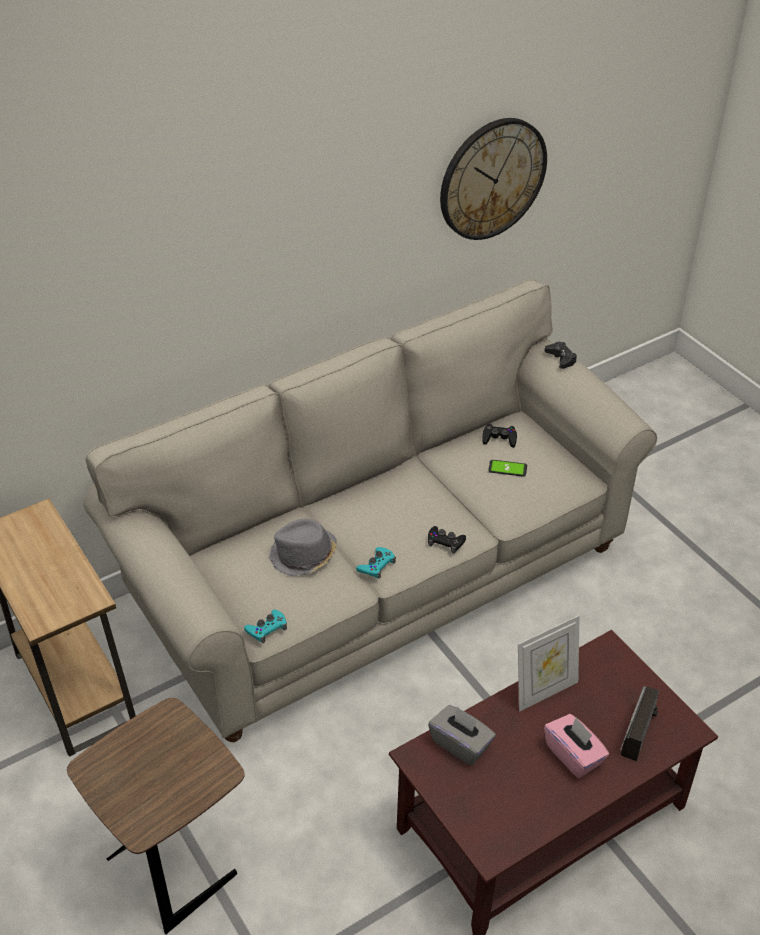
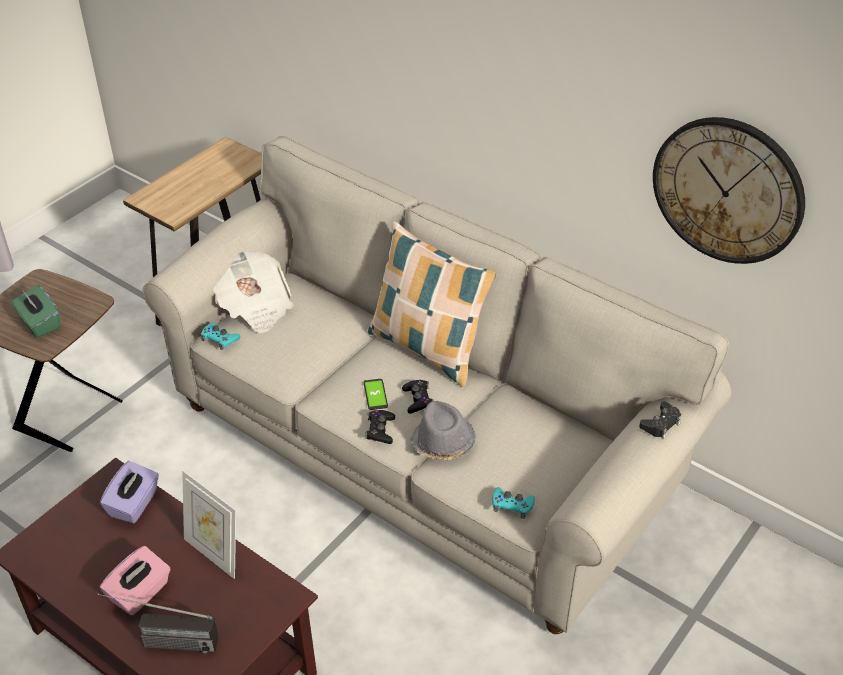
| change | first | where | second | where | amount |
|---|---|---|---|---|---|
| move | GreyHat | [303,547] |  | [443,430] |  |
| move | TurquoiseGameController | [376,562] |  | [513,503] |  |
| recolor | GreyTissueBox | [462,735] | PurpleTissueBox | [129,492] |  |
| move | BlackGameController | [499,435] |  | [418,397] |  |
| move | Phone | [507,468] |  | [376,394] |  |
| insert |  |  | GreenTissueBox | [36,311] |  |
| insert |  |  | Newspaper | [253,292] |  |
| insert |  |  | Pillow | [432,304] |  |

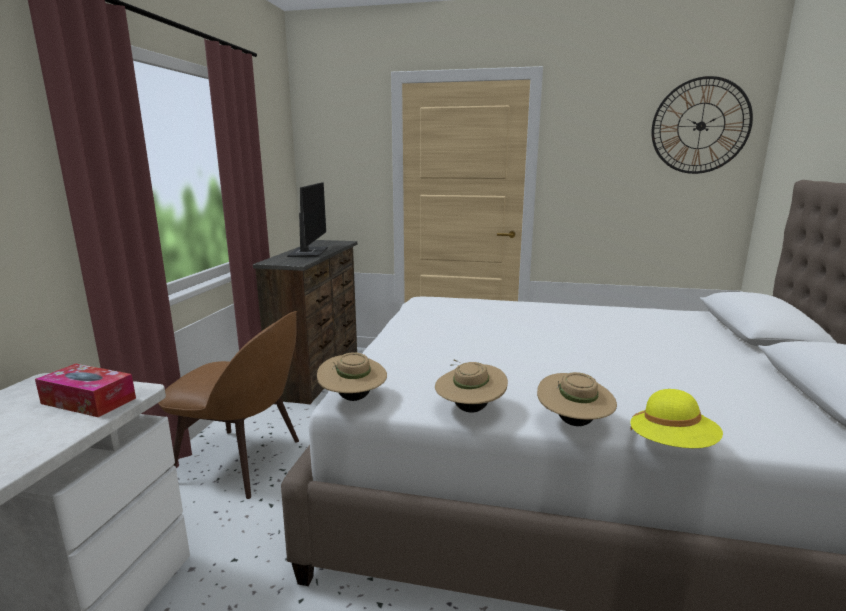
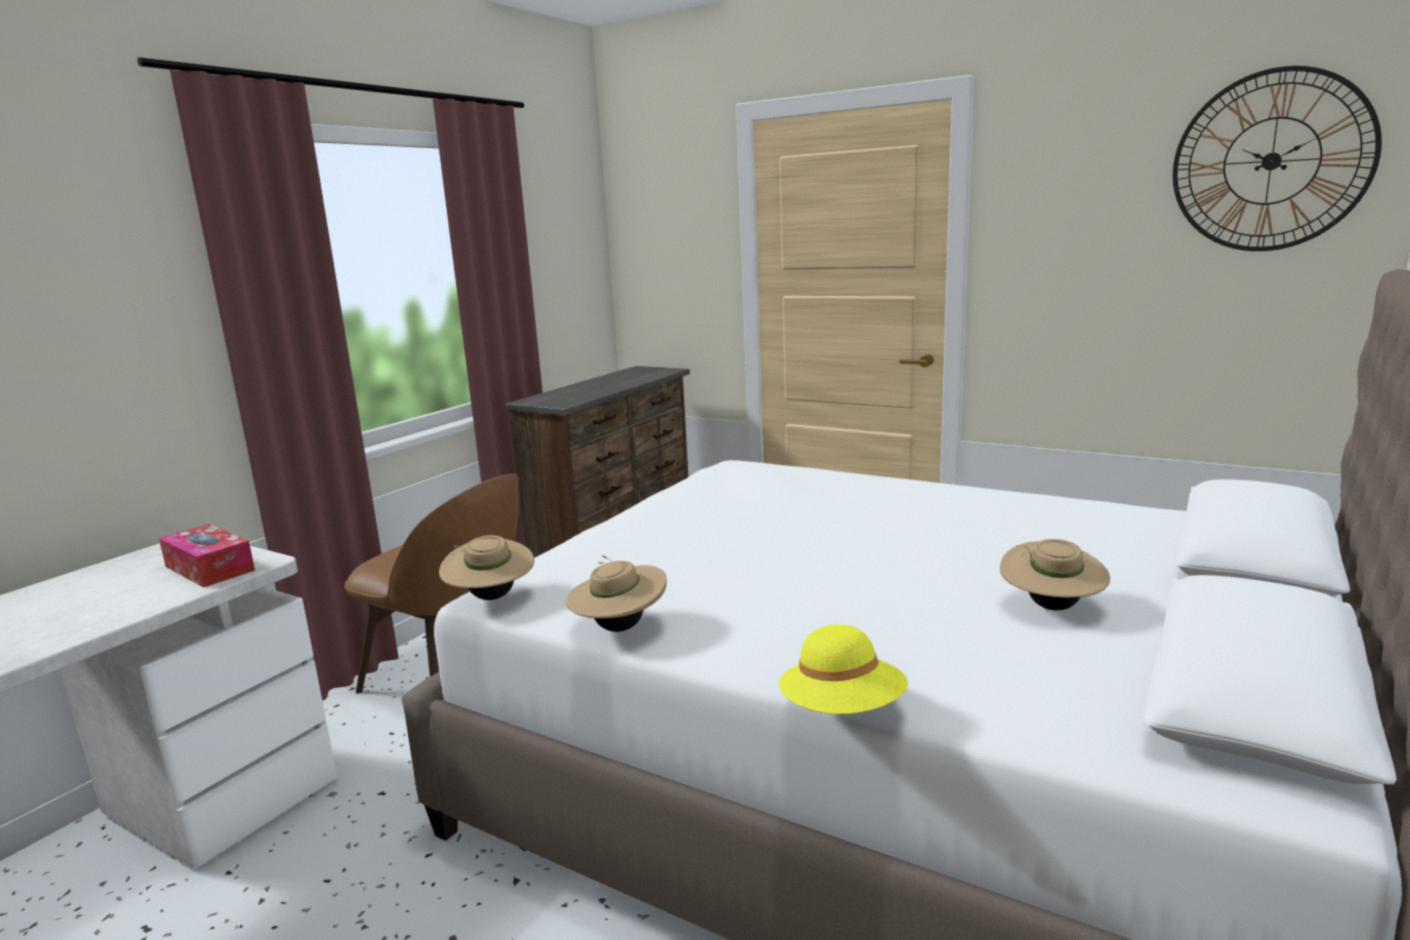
| change | first | where | second | where | amount |
|---|---|---|---|---|---|
| delete | Monitor | [307,219] |  |  |  |
| move | BeigeHat | [577,399] |  | [1055,574] |  |

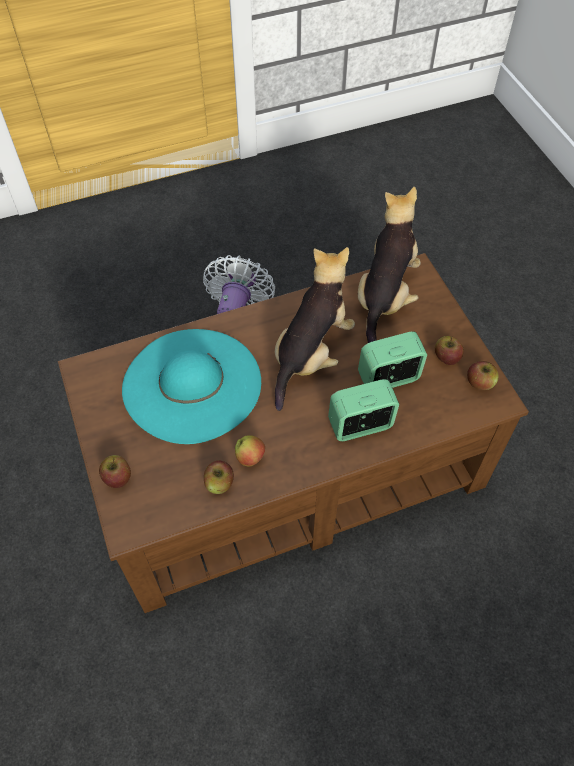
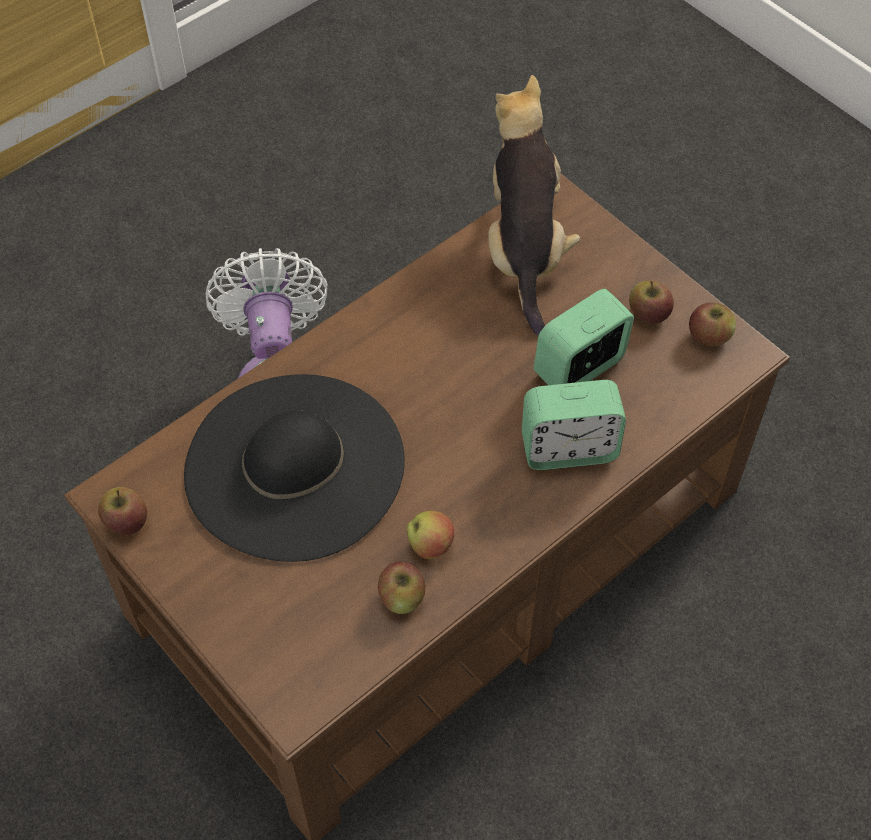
| change | first | where | second | where | amount |
|---|---|---|---|---|---|
| move | Apple | [115,471] |  | [122,511] |  |
| recolor | TurquoiseHat | [191,386] | BlackHat | [294,468] |  |
| delete | PlushToy | [315,329] |  |  |  |
| rotate | AlarmClock | [363,410] |  | [574,425] | 150 degrees counterclockwise |

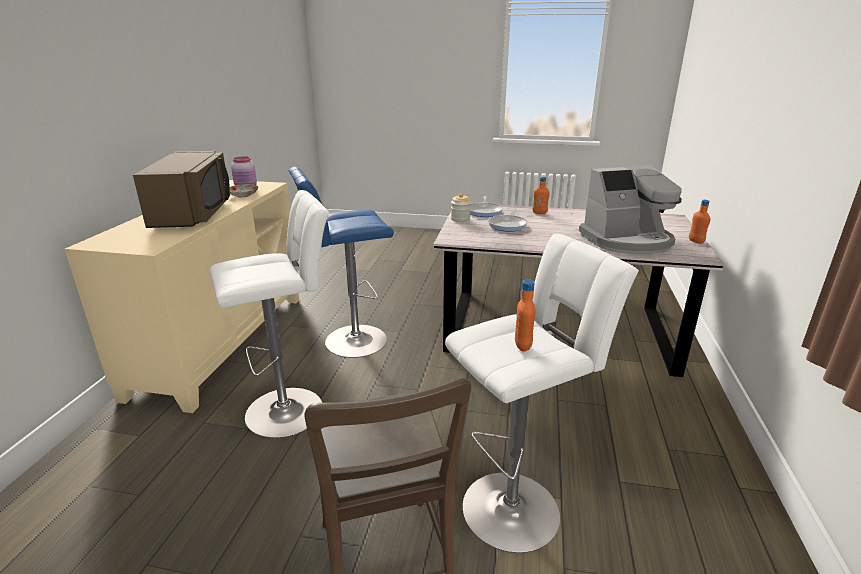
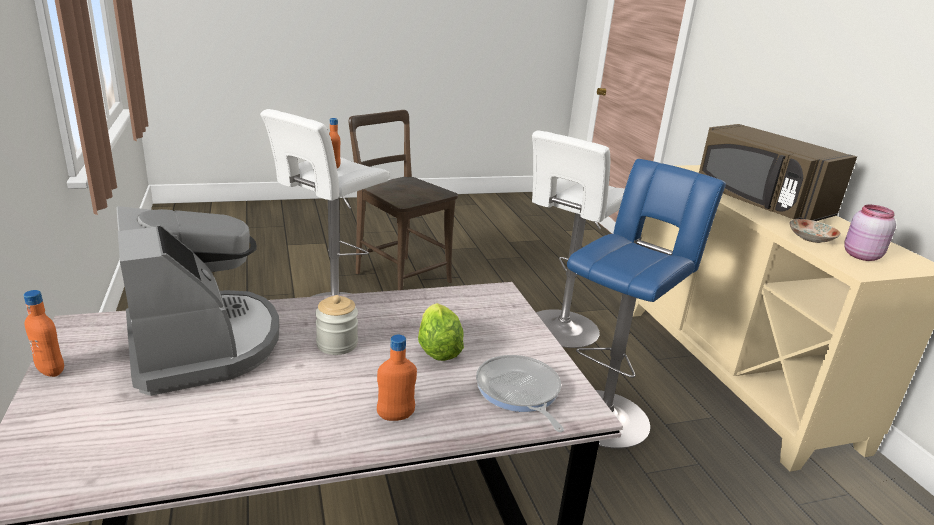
| change | first | where | second | where | amount |
|---|---|---|---|---|---|
| move | Jar | [461,207] |  | [336,325] |  |
| replace | FryingPan | [508,220] | Lettuce | [441,332] |  |
| rotate | CoffeeMachine | [630,209] |  | [197,301] | 105 degrees clockwise |

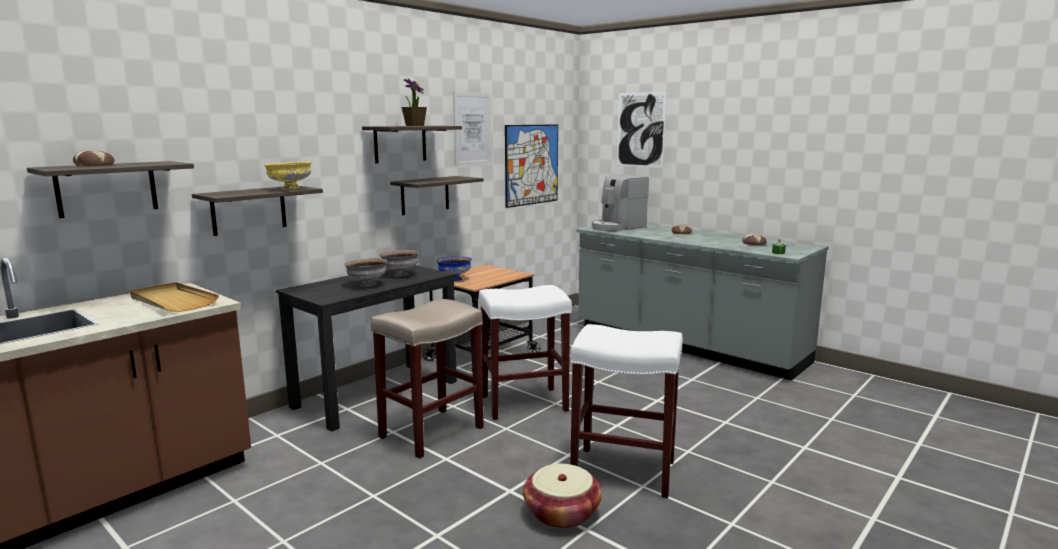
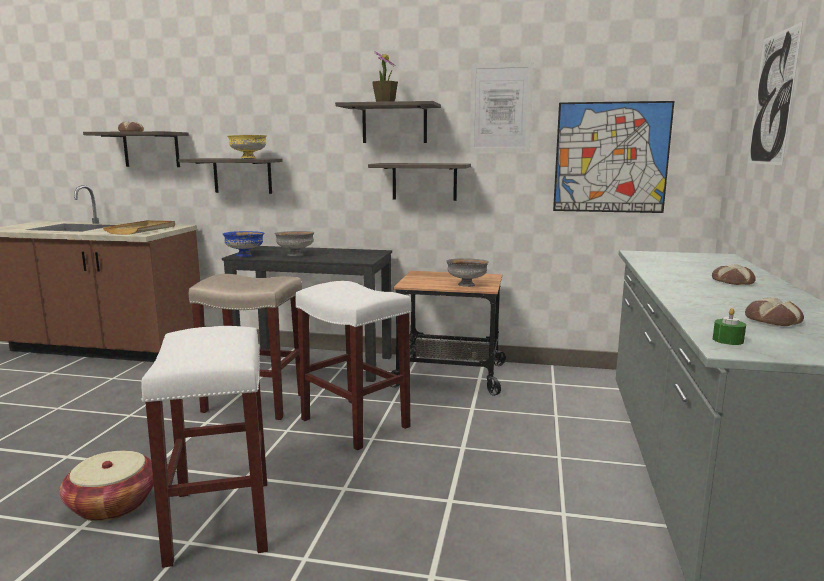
| change | first | where | second | where | amount |
|---|---|---|---|---|---|
| move | GreyBowl | [399,263] |  | [467,272] |  |
| move | BlueBowl | [454,269] |  | [243,244] |  |
| delete | CoffeeMachine | [620,203] |  |  |  |

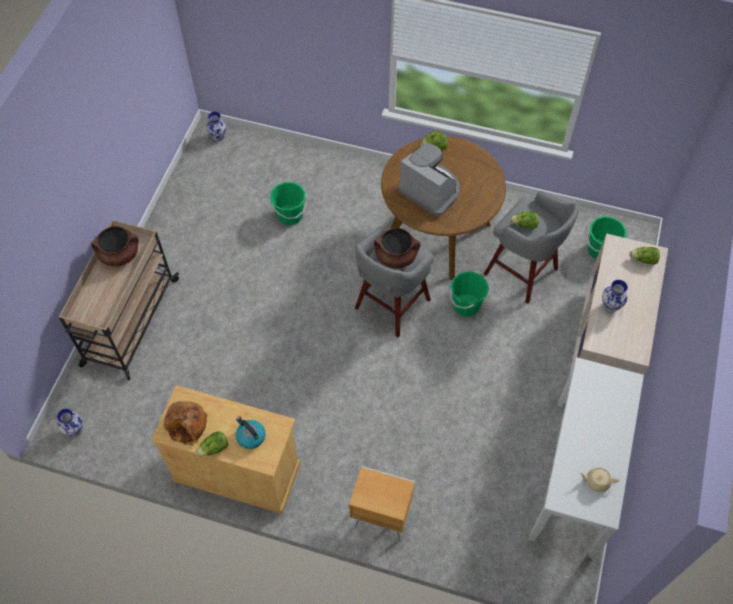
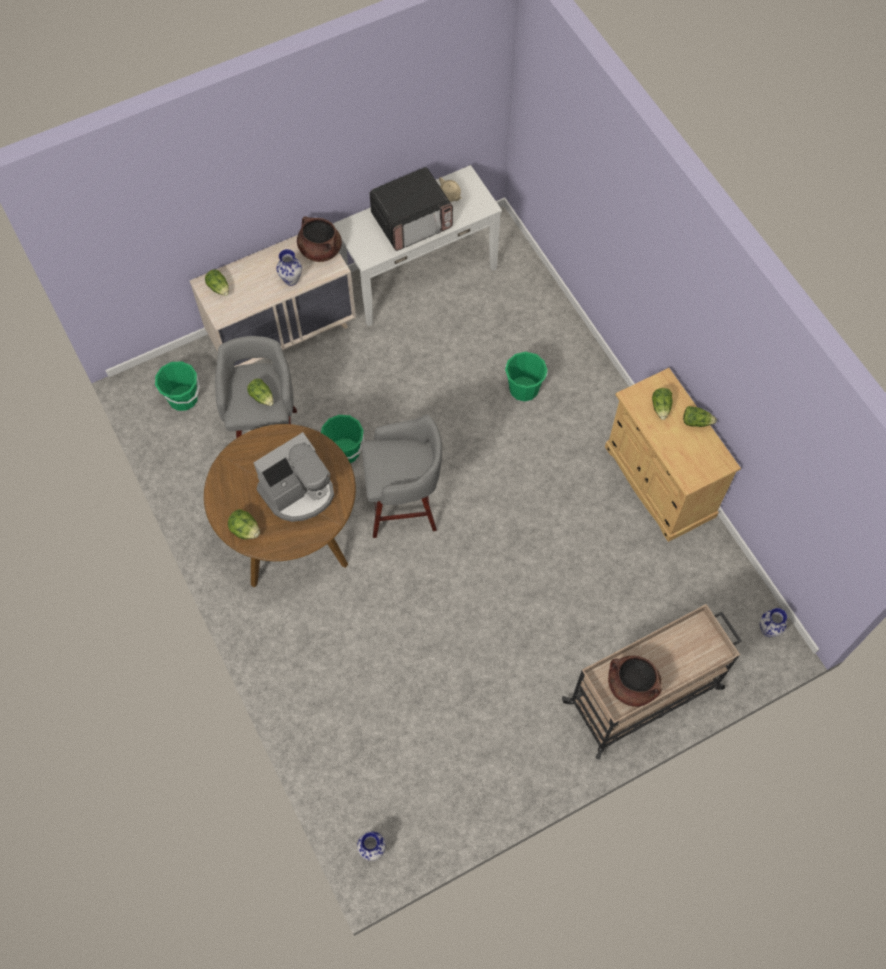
| change | first | where | second | where | amount |
|---|---|---|---|---|---|
| delete | Bread | [185,423] |  |  |  |
| replace | Kettle | [251,433] | Lettuce | [662,404] |  |
| move | GreenBucket | [288,203] |  | [526,377] |  |
| delete | BrownNightstand | [382,504] |  |  |  |
| move | BrownCookingPot | [397,248] |  | [319,239] |  |
| rotate | CoffeeMachine | [429,180] |  | [293,477] | 120 degrees counterclockwise |
| insert |  |  | Microwave | [411,209] |  |

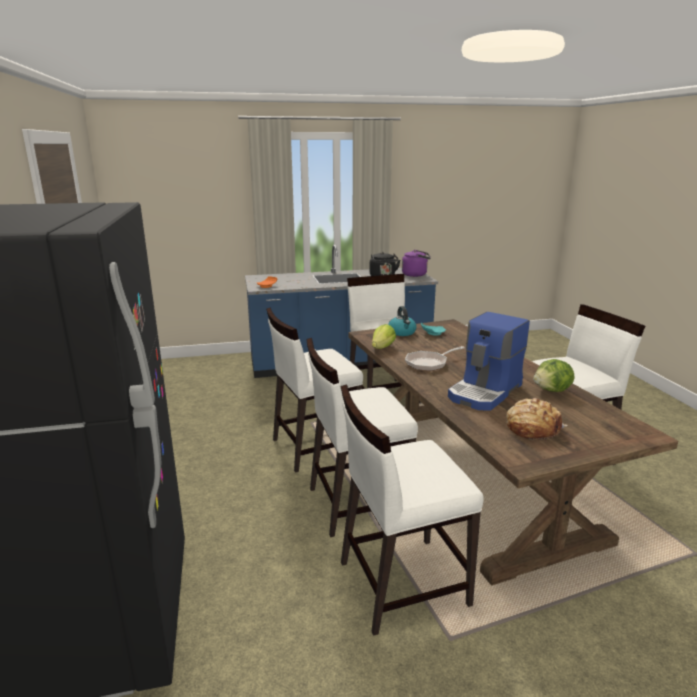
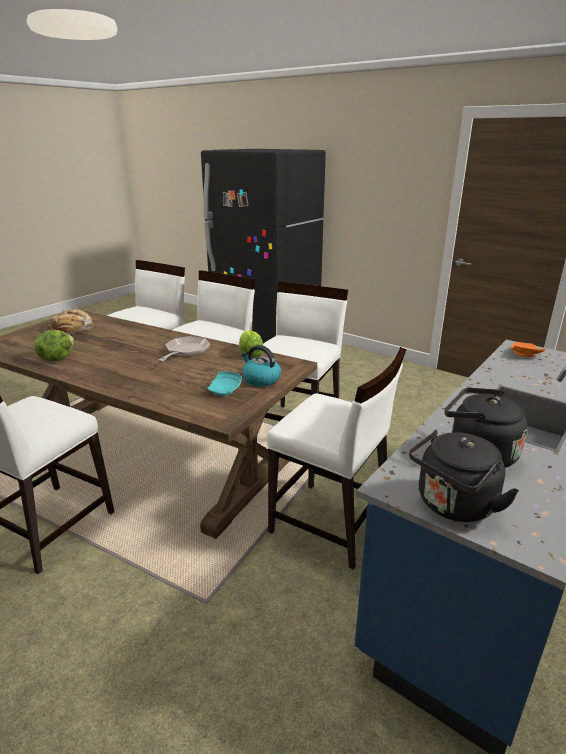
| change | first | where | second | where | amount |
|---|---|---|---|---|---|
| recolor | PurpleKettle | [416,263] | BlackKettle | [464,476] |  |
| delete | CoffeeMachine | [489,361] |  |  |  |

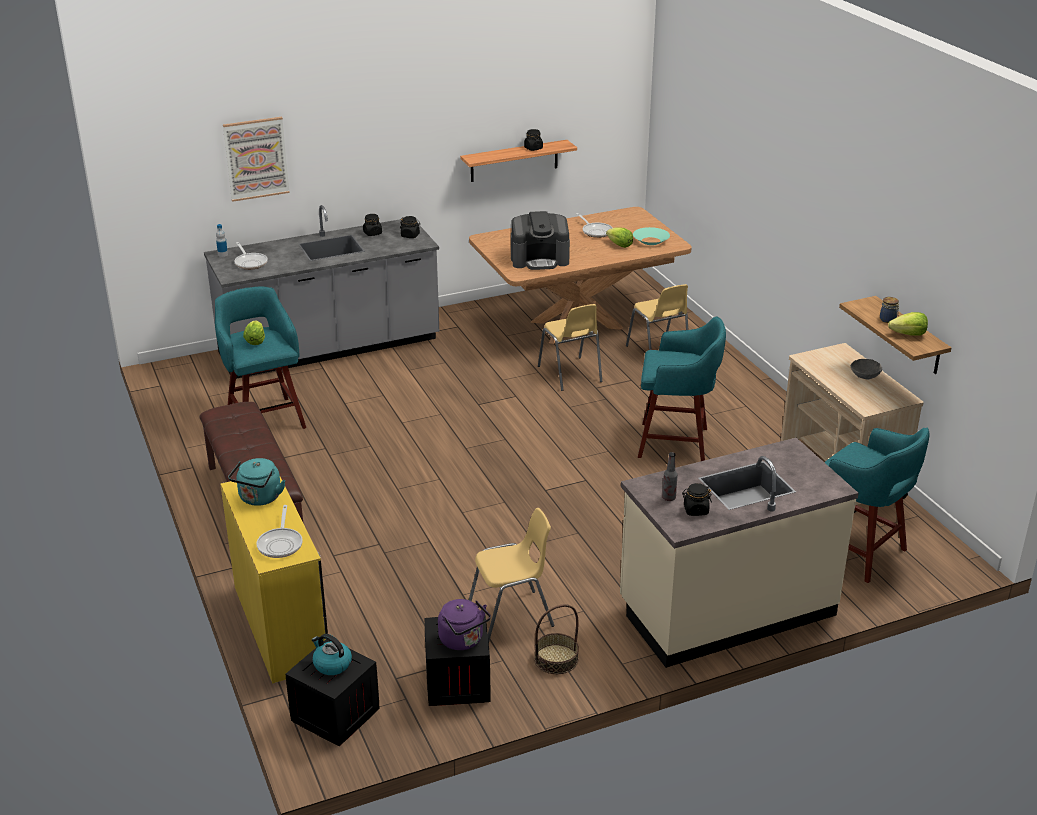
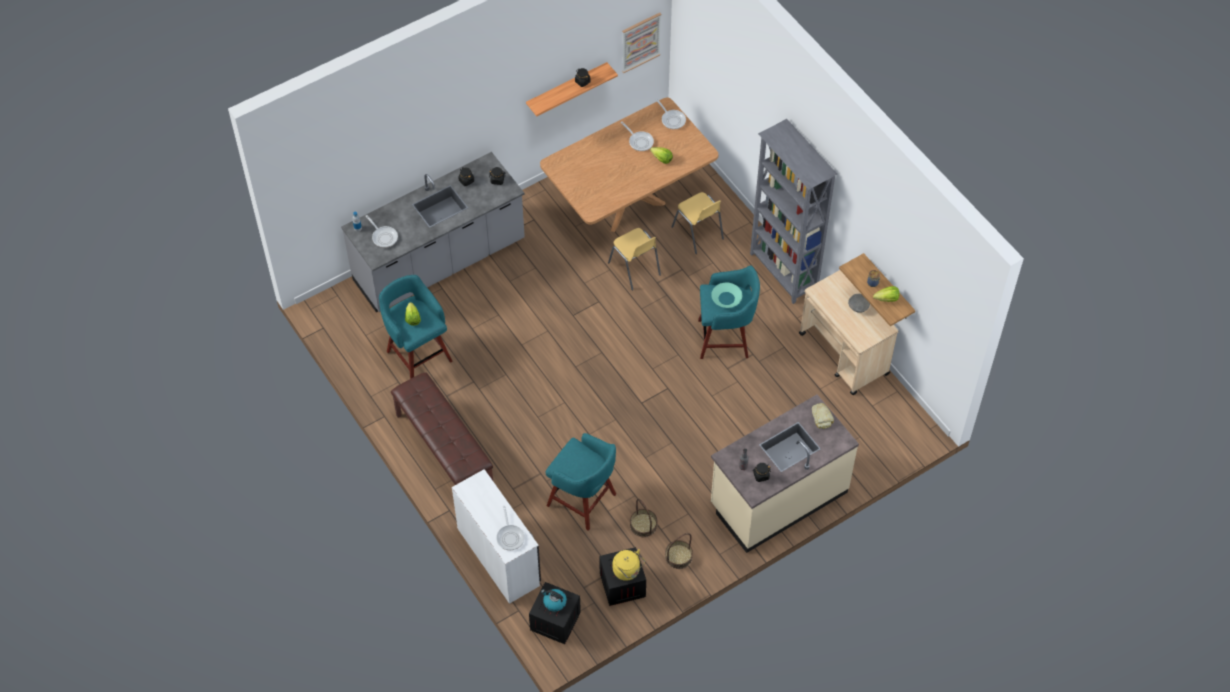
| change | first | where | second | where | amount |
|---|---|---|---|---|---|
| recolor | YellowDesk | [274,580] | WhiteDesk | [496,536] |  |
| move | Picture | [256,159] |  | [641,43] |  |
| delete | TurquoiseKettle | [257,482] |  |  |  |
| recolor | PurpleKettle | [464,624] | YellowKettle | [629,565] |  |
| replace | YellowChair | [511,575] | Basket | [644,517] |  |
| delete | CoffeeMachine | [540,240] |  |  |  |
| move | TurquoiseBowl | [651,236] |  | [726,295] |  |
| move | TurquoiseStool | [876,505] |  | [581,482] |  |
| insert |  |  | FryingPan | [670,113] |  |
| insert |  |  | GreyBookcase | [793,211] |  |
| insert |  |  | Bread | [823,416] |  |

